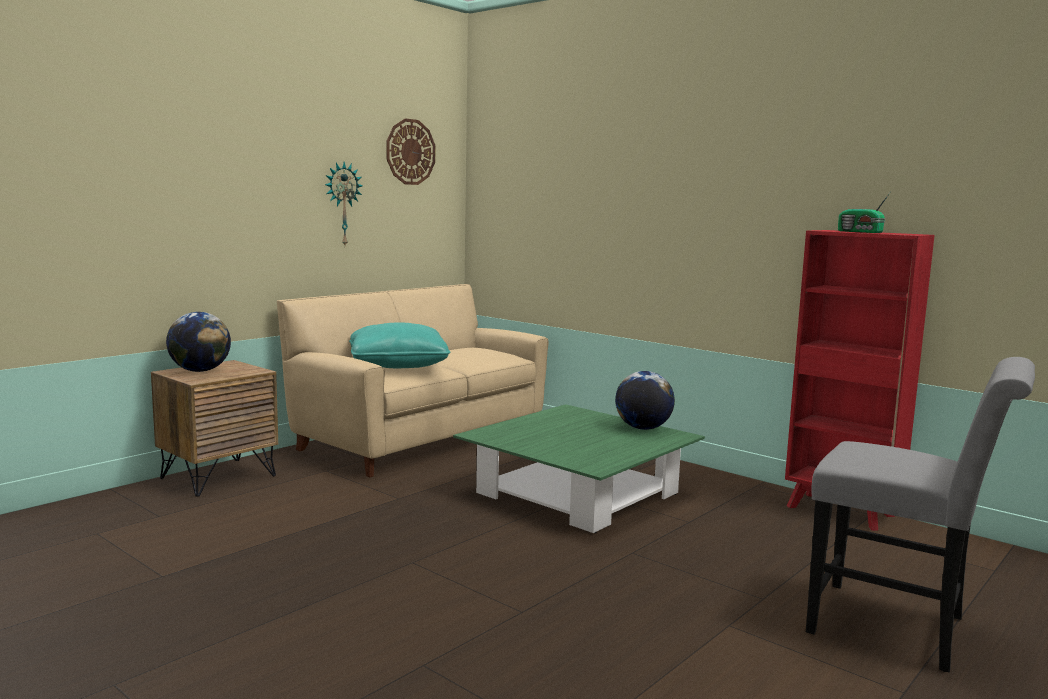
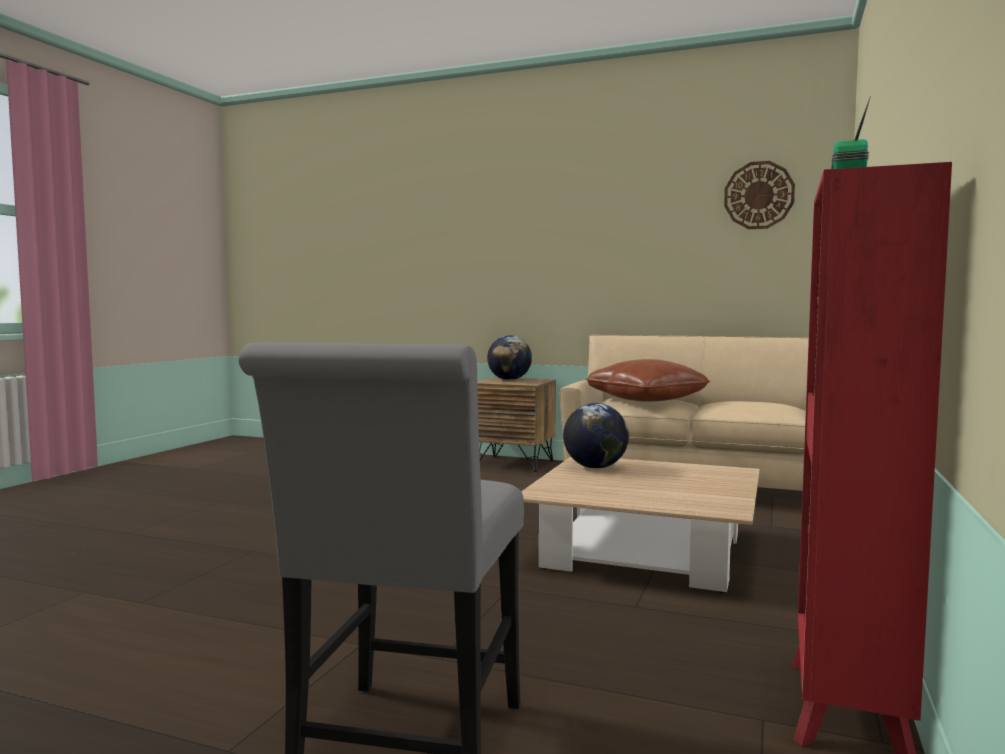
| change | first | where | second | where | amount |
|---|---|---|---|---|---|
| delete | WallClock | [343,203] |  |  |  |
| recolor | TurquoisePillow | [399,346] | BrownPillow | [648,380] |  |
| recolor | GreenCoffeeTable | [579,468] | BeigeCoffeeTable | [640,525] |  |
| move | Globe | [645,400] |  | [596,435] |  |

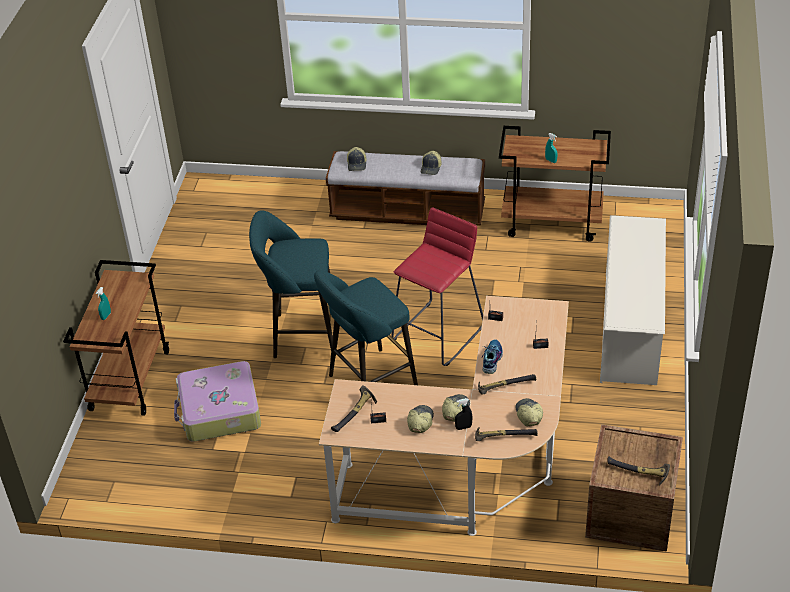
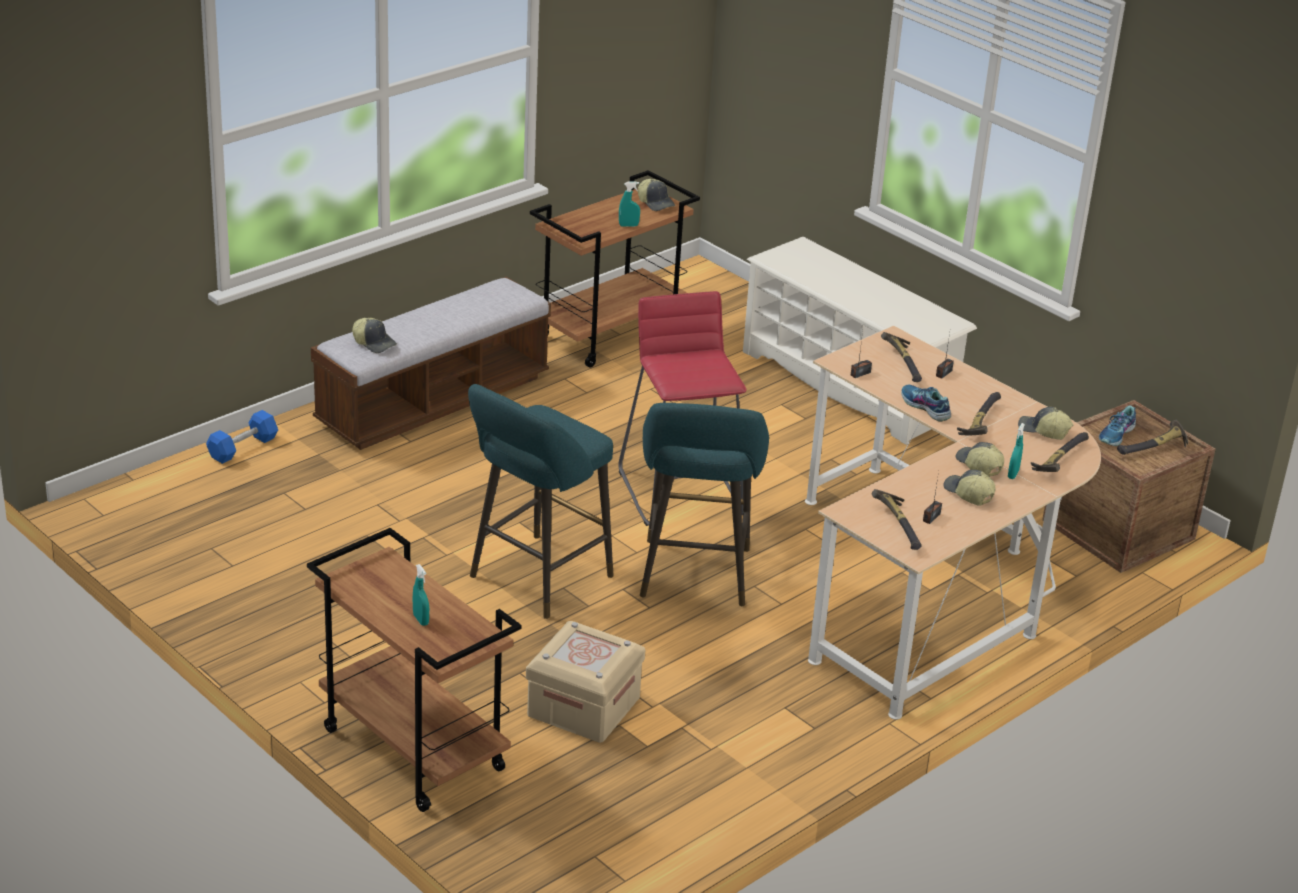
| change | first | where | second | where | amount |
|---|---|---|---|---|---|
| replace | Suitcase | [217,401] | BeigeStorageBox | [586,682] |  |
| move | Cap | [431,163] |  | [656,195] |  |
| recolor | BlackSprayBottle | [464,414] | TurquoiseSprayBottle | [1016,451] |  |
| insert |  |  | BlueDumbbell | [242,437] |  |
| insert |  |  | Hammer | [901,357] |  |
| insert |  |  | Shoe | [1117,425] |  |

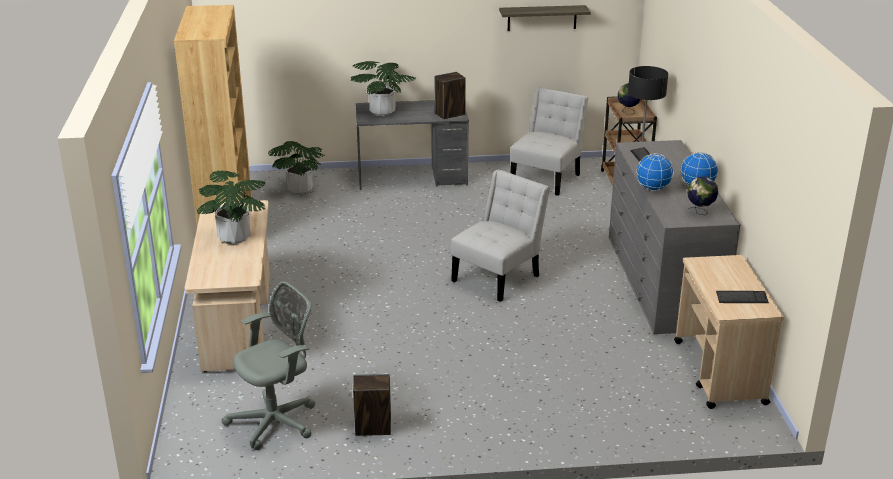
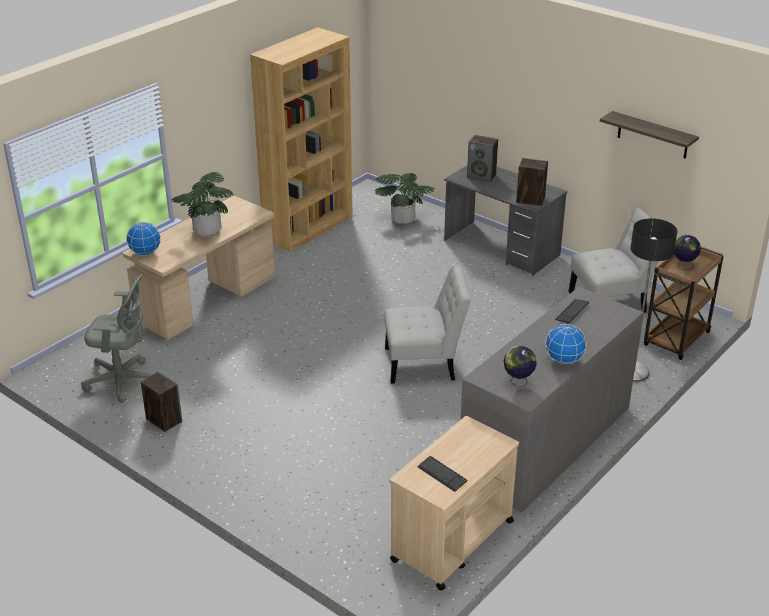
| change | first | where | second | where | amount |
|---|---|---|---|---|---|
| replace | PottedPlant | [383,88] | Speaker | [482,158] |  |
| move | Globe | [655,172] |  | [143,239] |  |

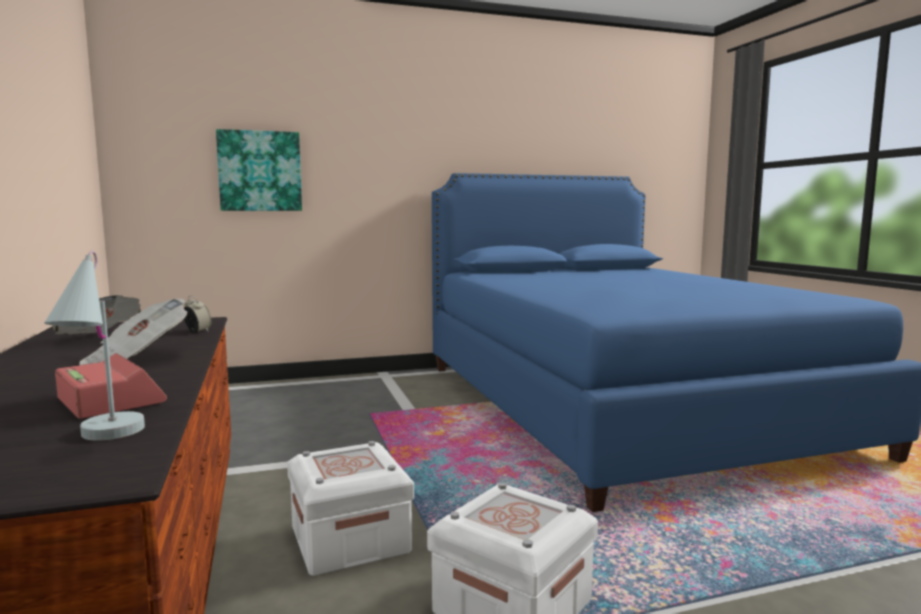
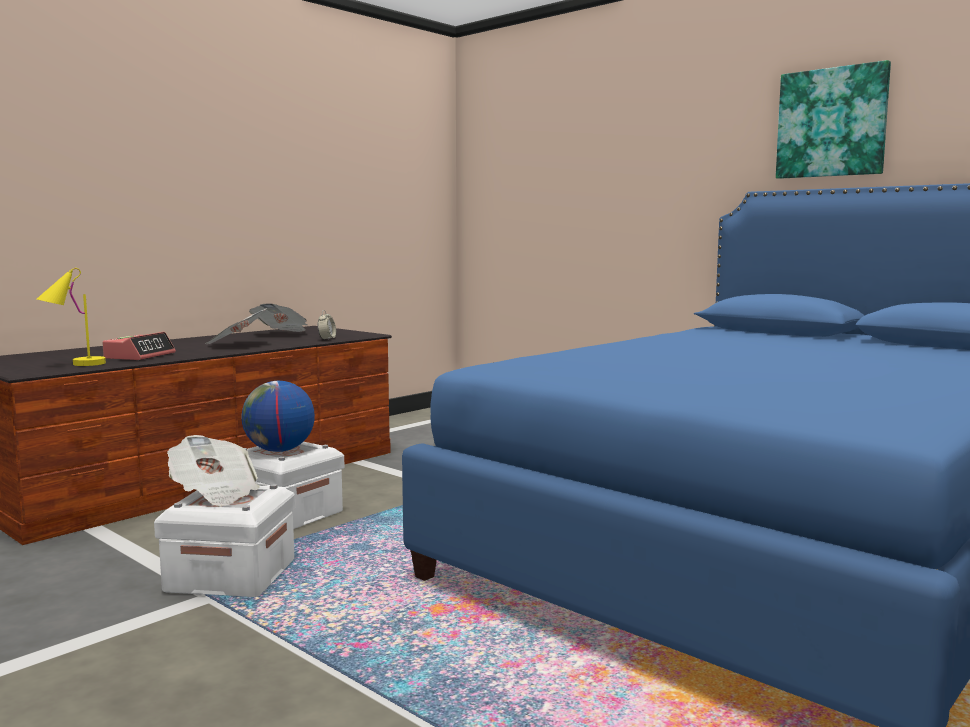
| change | first | where | second | where | amount |
|---|---|---|---|---|---|
| recolor | WhiteTableLamp | [94,346] | YellowTableLamp | [71,317] |  |
| move | Picture | [259,170] |  | [833,119] |  |
| insert |  |  | Newspaper | [213,470] |  |
| insert |  |  | Globe | [278,416] |  |

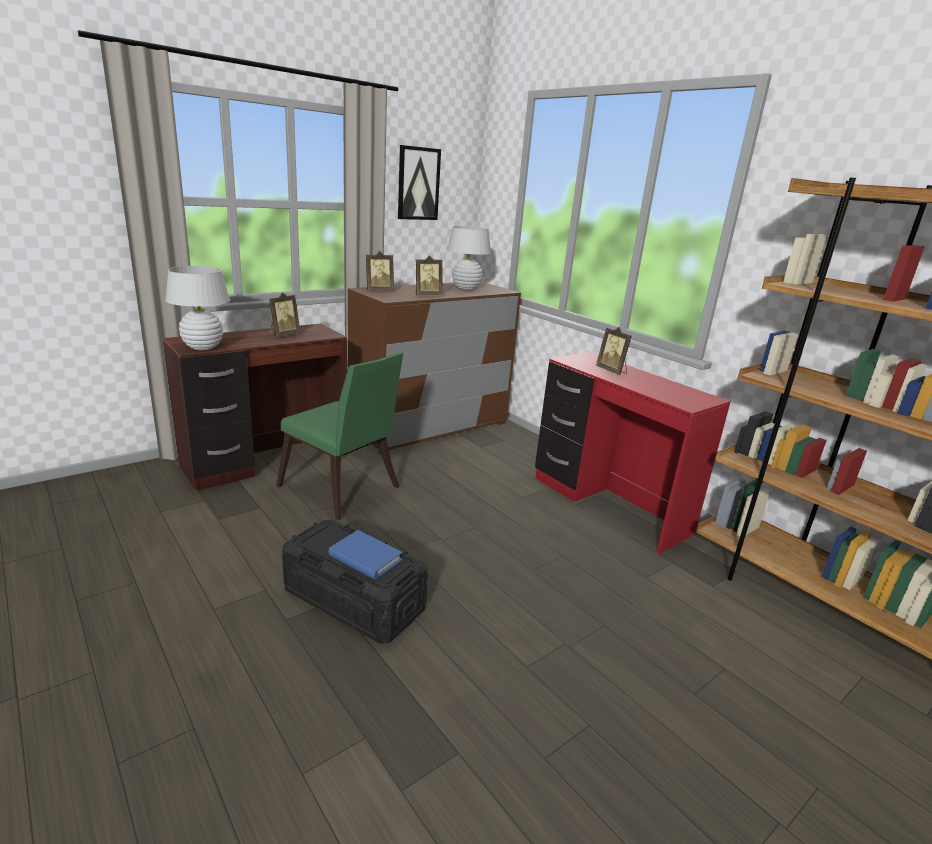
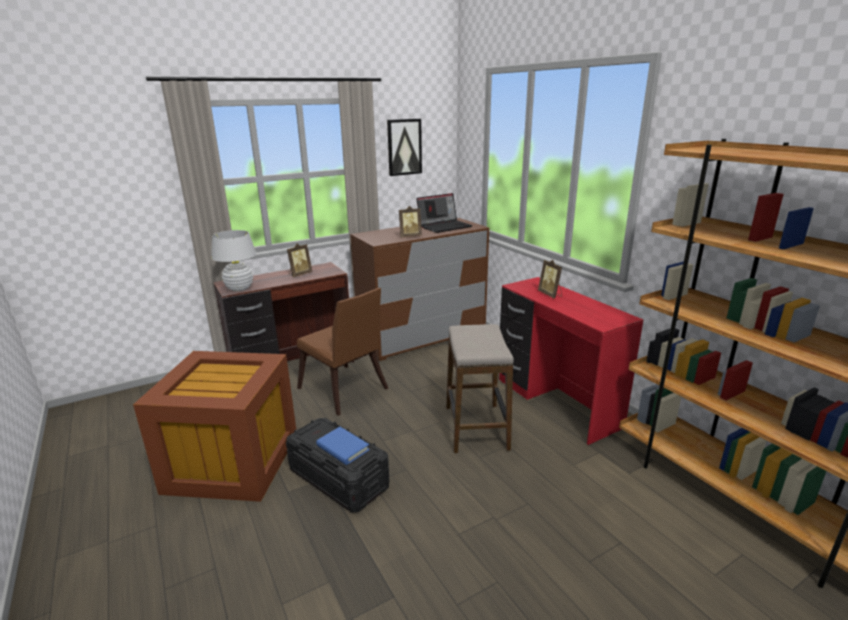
| change | first | where | second | where | amount |
|---|---|---|---|---|---|
| recolor | GreenChair | [339,436] | BrownChair | [342,352] |  |
| delete | PictureFrame | [380,271] |  |  |  |
| replace | WhiteTableLamp | [469,258] | Laptop | [444,213] |  |
| insert |  |  | BrownStorageBox | [214,426] |  |
| insert |  |  | Stool | [480,388] |  |

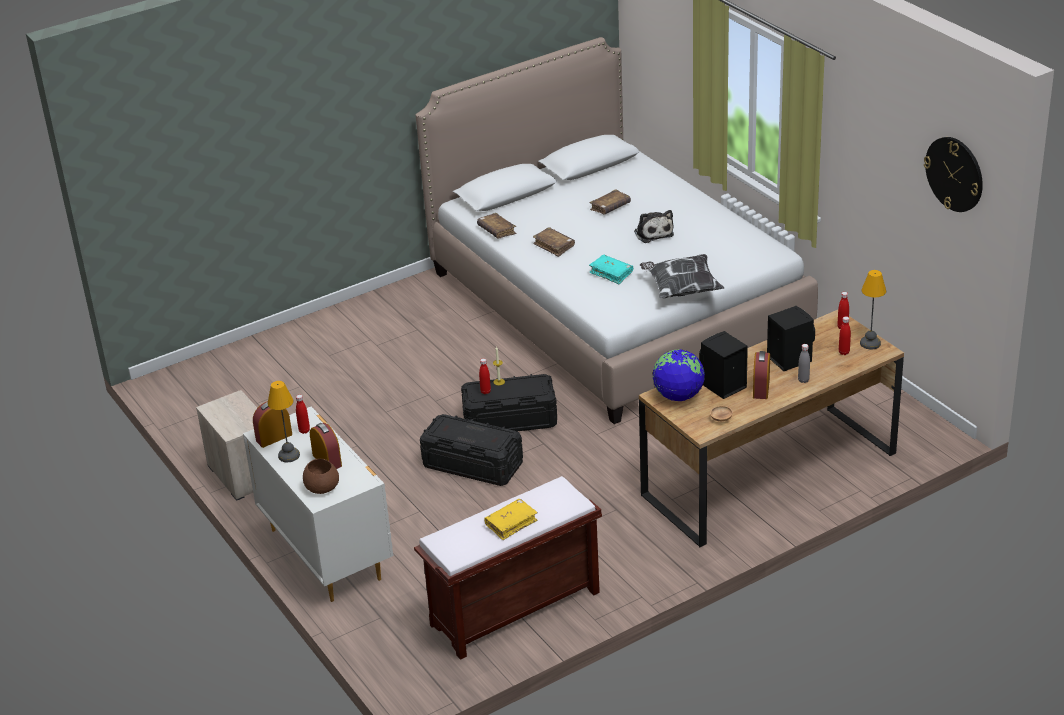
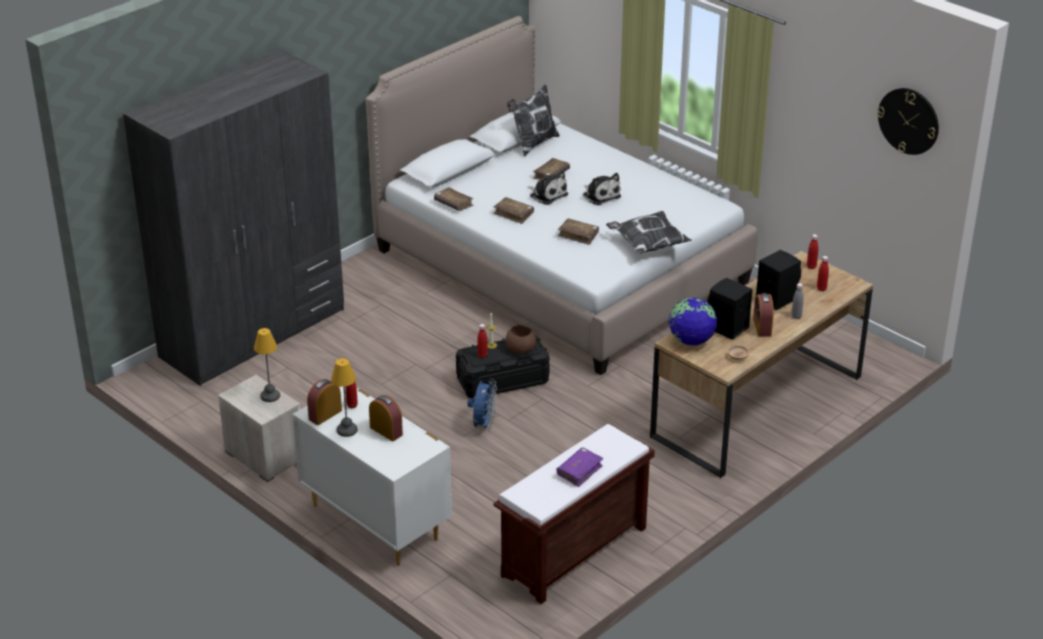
| change | first | where | second | where | amount |
|---|---|---|---|---|---|
| move | BrownBowl | [321,476] |  | [521,339] |  |
| replace | BlackStorageBox | [471,450] | BlueFan | [482,405] |  |
| recolor | YellowBook | [511,519] | PurpleBook | [580,467] |  |
| recolor | TurquoiseBook | [611,269] | BrownBook | [578,231] |  |
| move | TableLamp | [873,309] |  | [267,365] |  |
| insert |  |  | GreyWardrobe | [233,218] |  |
| insert |  |  | Pillow | [533,120] |  |
| insert |  |  | PlushToy | [548,188] |  |

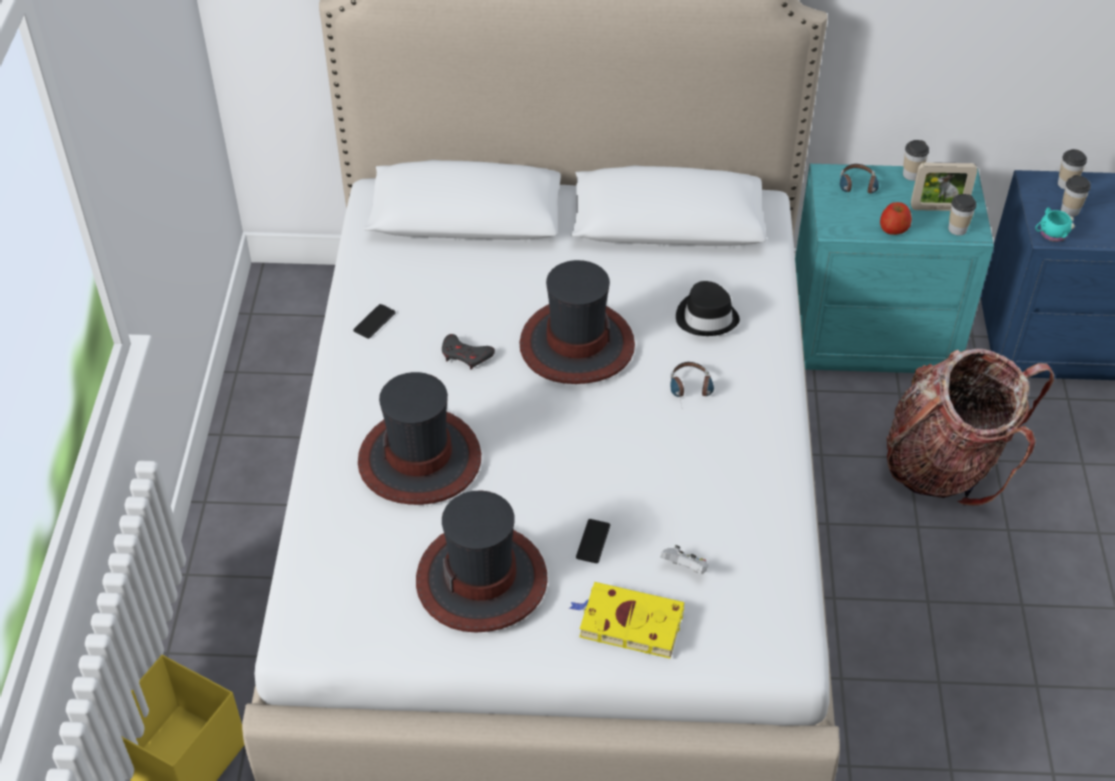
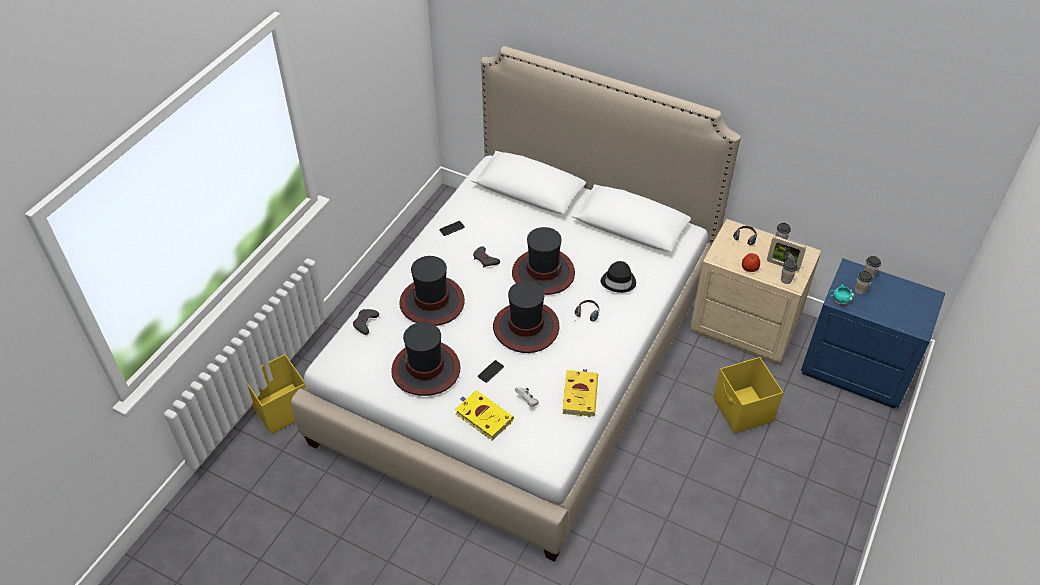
| change | first | where | second | where | amount |
|---|---|---|---|---|---|
| recolor | TurquoiseNightstand | [894,268] | BeigeNightstand | [755,291] |  |
| replace | Backpack | [970,427] | YellowStorageBox | [748,395] |  |
| insert |  |  | GreyGameController | [366,322] |  |
| insert |  |  | Hat | [526,317] |  |
| insert |  |  | YellowBook | [580,393] |  |

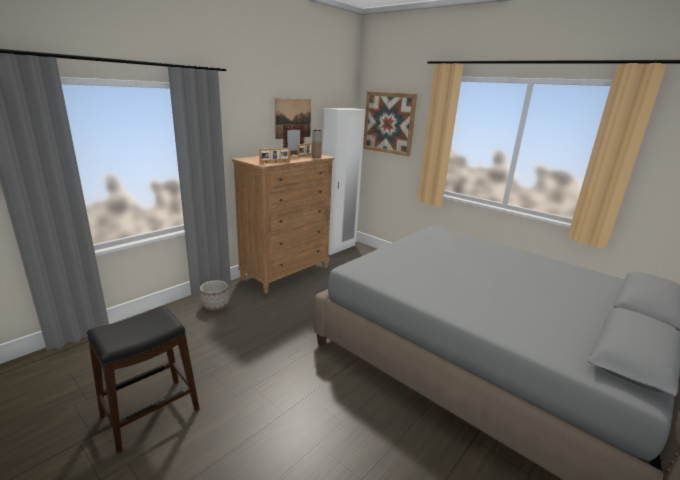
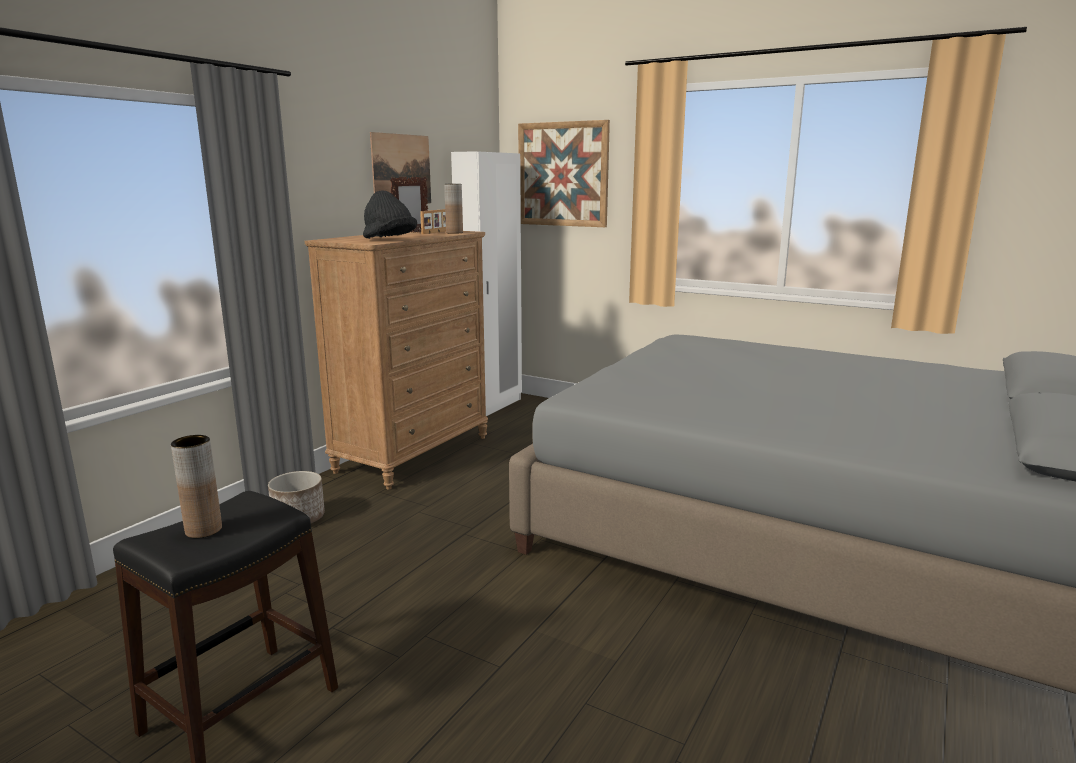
| change | first | where | second | where | amount |
|---|---|---|---|---|---|
| replace | PictureFrame | [274,155] | BlackHat | [390,214] |  |
| insert |  |  | BrownVase | [196,486] |  |

